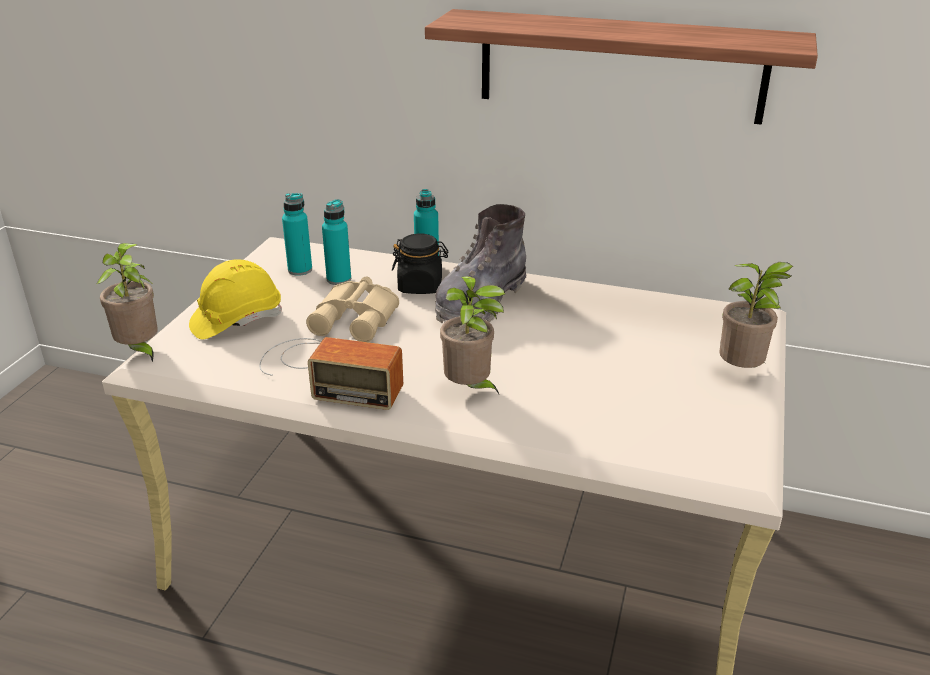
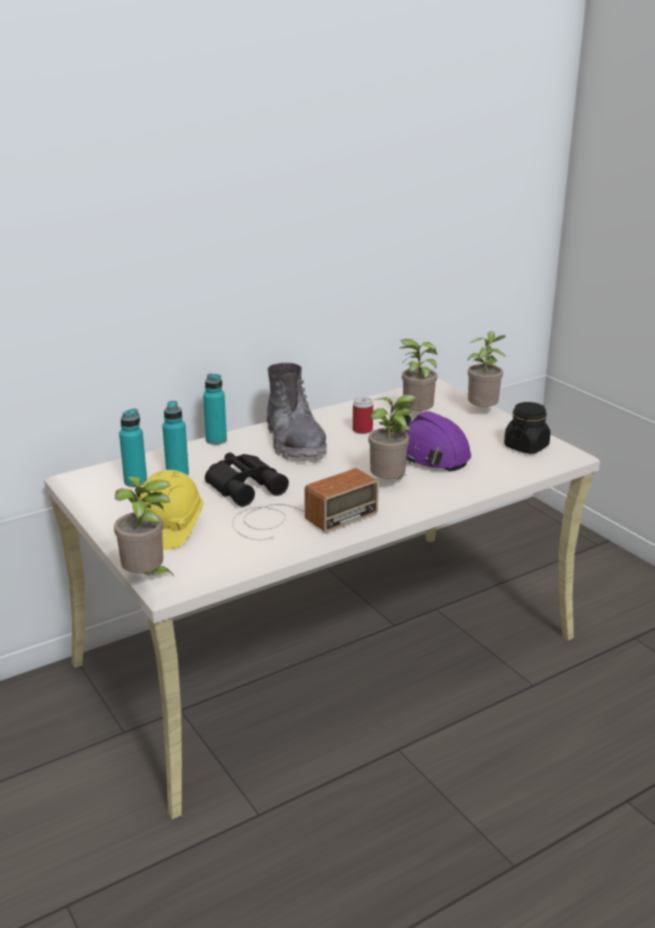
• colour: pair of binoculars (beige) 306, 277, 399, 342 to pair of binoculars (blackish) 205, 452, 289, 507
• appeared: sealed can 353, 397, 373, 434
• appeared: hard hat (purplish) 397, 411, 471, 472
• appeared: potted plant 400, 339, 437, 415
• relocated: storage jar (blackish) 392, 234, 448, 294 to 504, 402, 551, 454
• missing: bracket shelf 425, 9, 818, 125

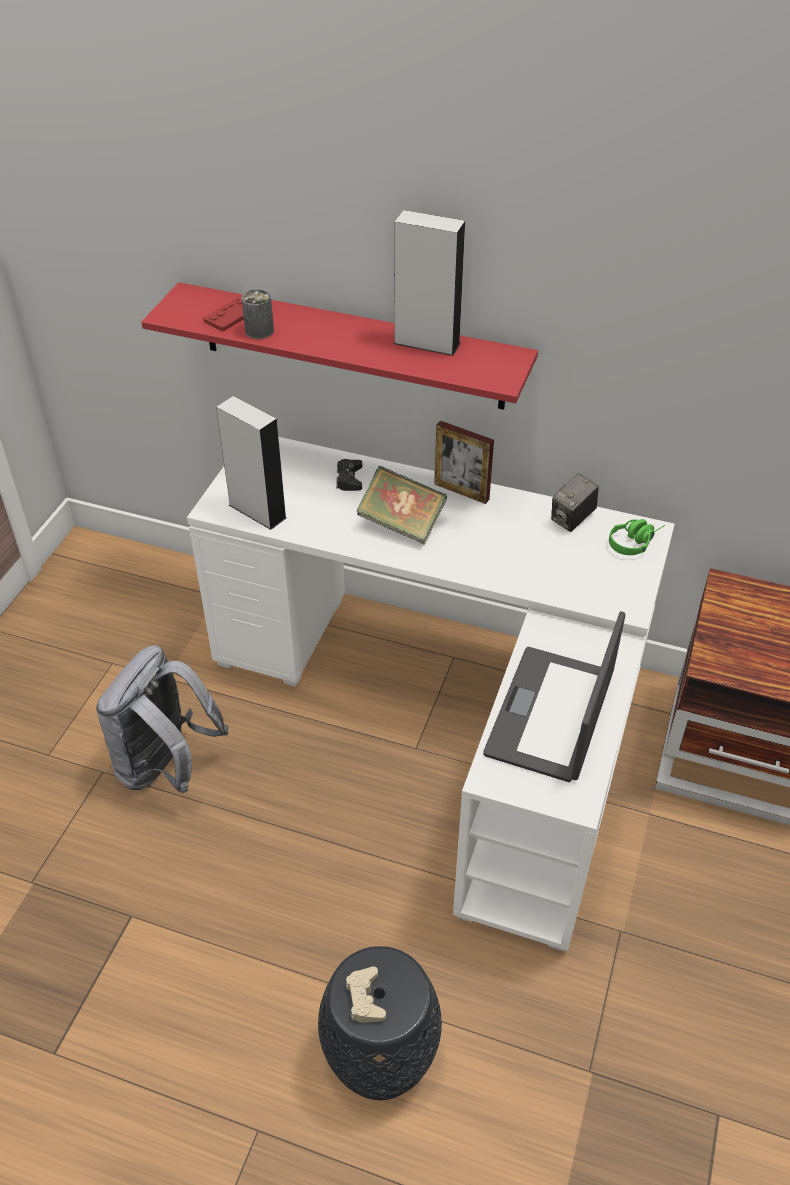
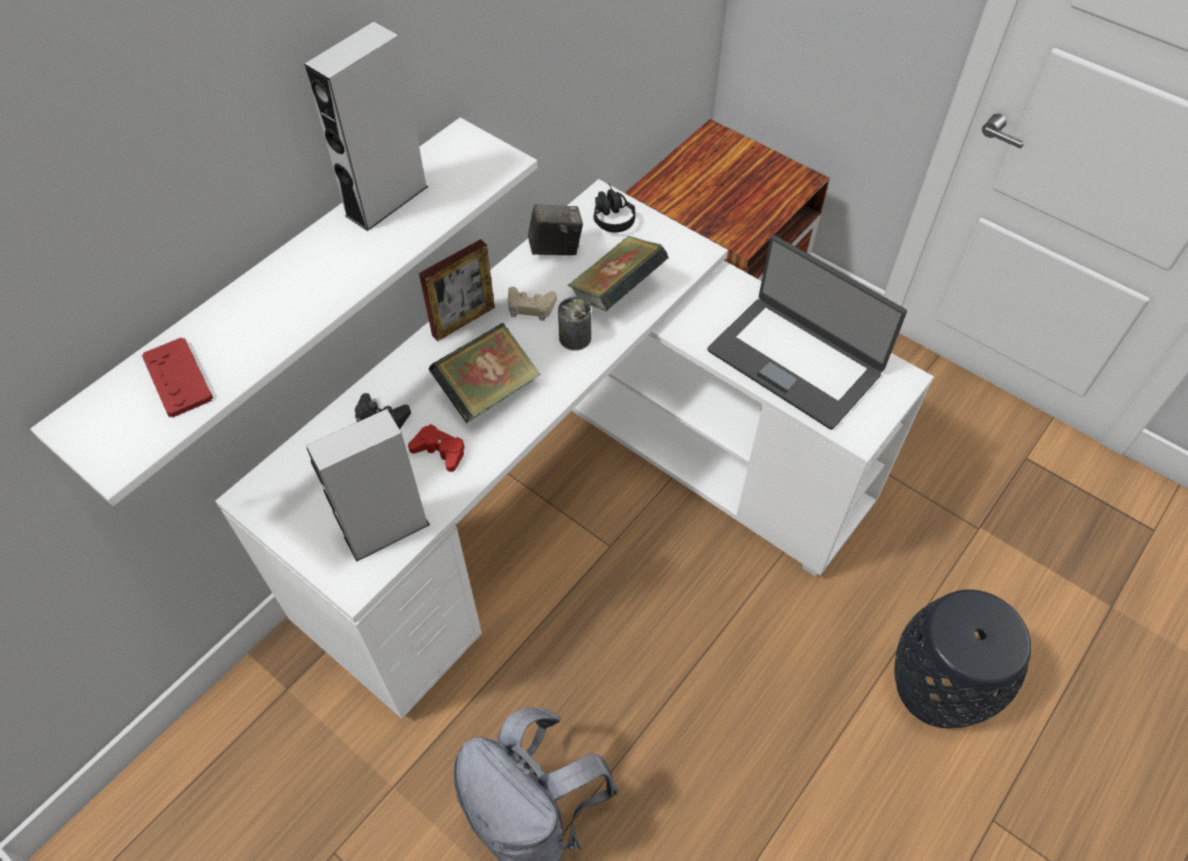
• colour: bracket shelf (red) 141, 282, 538, 410 to bracket shelf (white-coloured) 31, 118, 538, 506
• appeared: joypad (red) 408, 424, 465, 472
• relocated: joypad (beige) 346, 966, 386, 1023 to 508, 287, 557, 321
• spun: photo camera 551, 473, 599, 532 = 528, 204, 583, 255 75 degrees counterclockwise
• relocated: sealed can 242, 289, 274, 339 to 558, 297, 591, 351
• appeared: volume 568, 236, 669, 311
• colour: headphones (greenish) 609, 519, 665, 555 to headphones (blackish) 593, 183, 636, 233

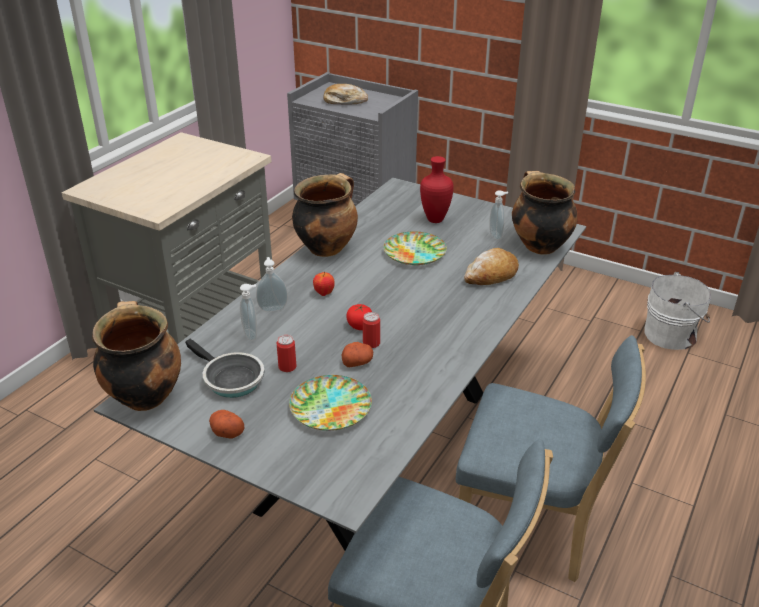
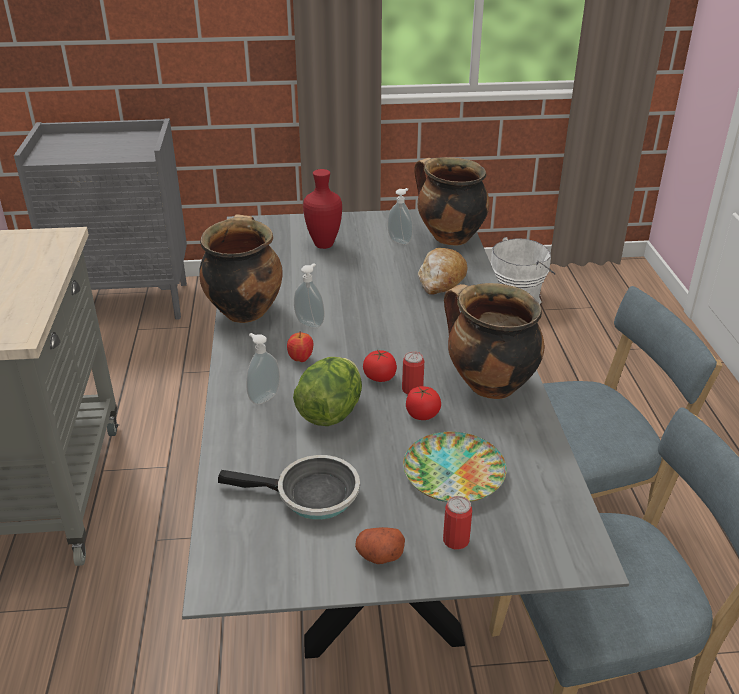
• appeared: head of lettuce 293, 357, 362, 426
• relocated: liquid soap bottle 240, 284, 257, 341 to 294, 263, 324, 328
• exchanged: potato 341, 342, 373, 367 to fresh tomato 406, 386, 441, 420
• relocated: sealed can 277, 335, 297, 372 to 443, 496, 472, 550
• relocated: cooking pot 92, 301, 181, 411 to 444, 283, 544, 399
• missing: bakery bread 323, 84, 368, 104
• missing: plate 384, 231, 447, 265

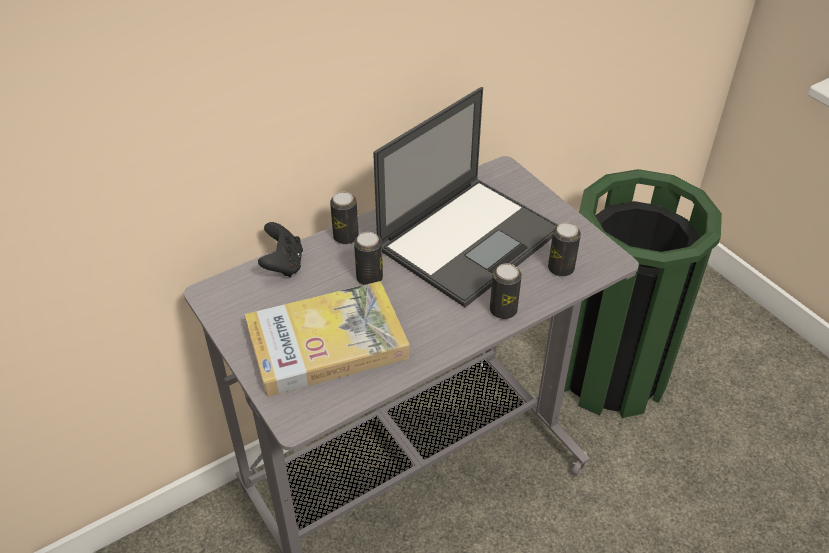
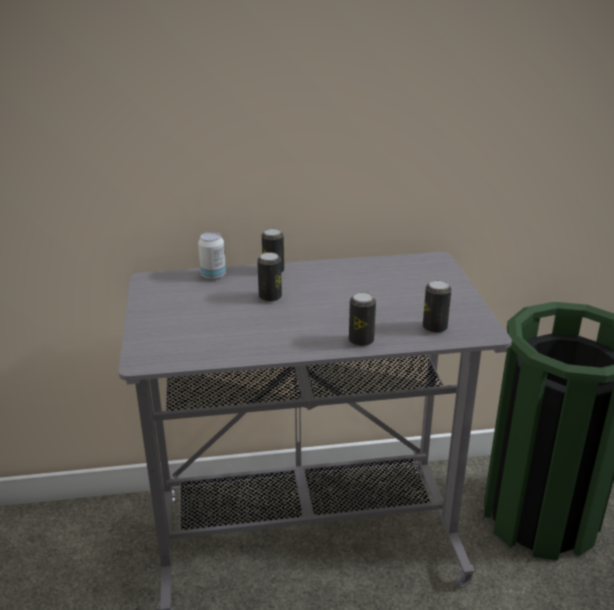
• exchanged: joypad (blackish) 258, 222, 303, 277 to sealed can 198, 232, 226, 280
• missing: volume 245, 281, 410, 397
• missing: laptop 373, 87, 558, 307

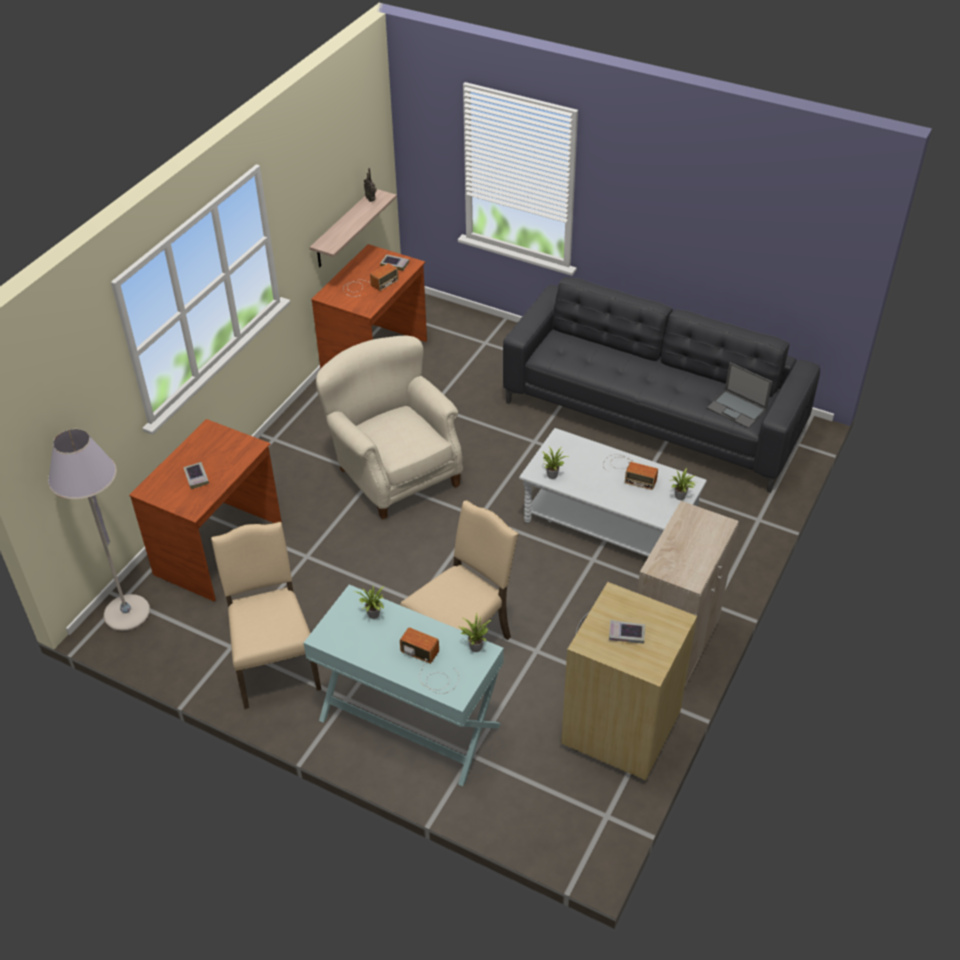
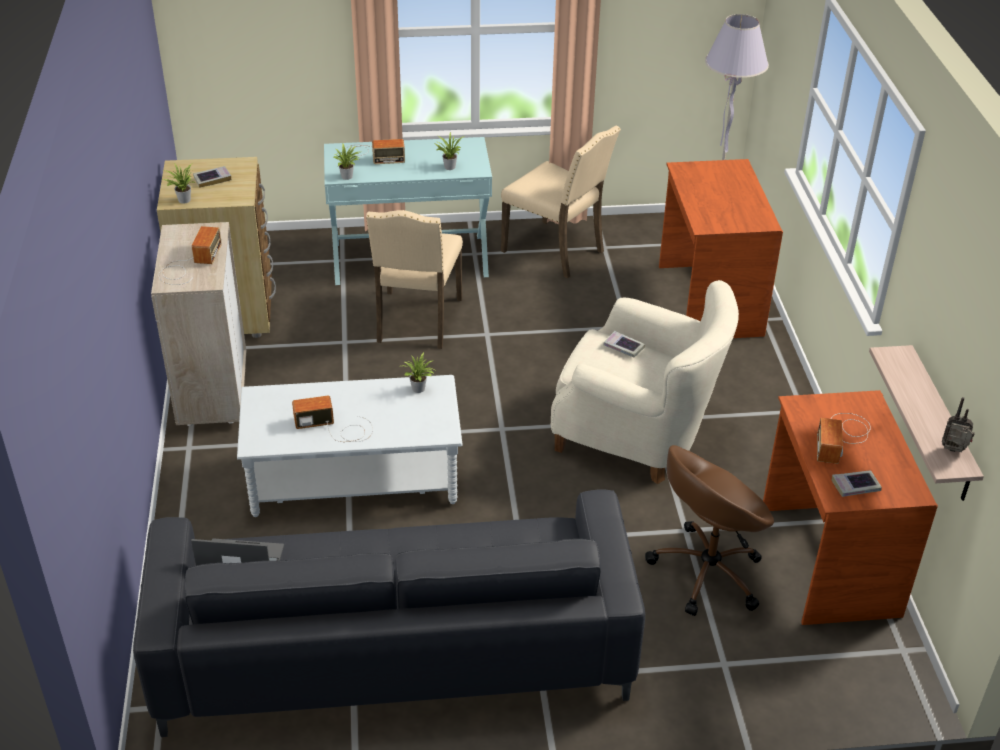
• appeared: radio receiver 159, 226, 222, 285
• relocated: potted plant 669, 468, 696, 500 to 163, 163, 195, 204
• relocated: volume 183, 462, 209, 489 to 604, 331, 645, 358
• appeared: computer chair (brown) 645, 445, 774, 616

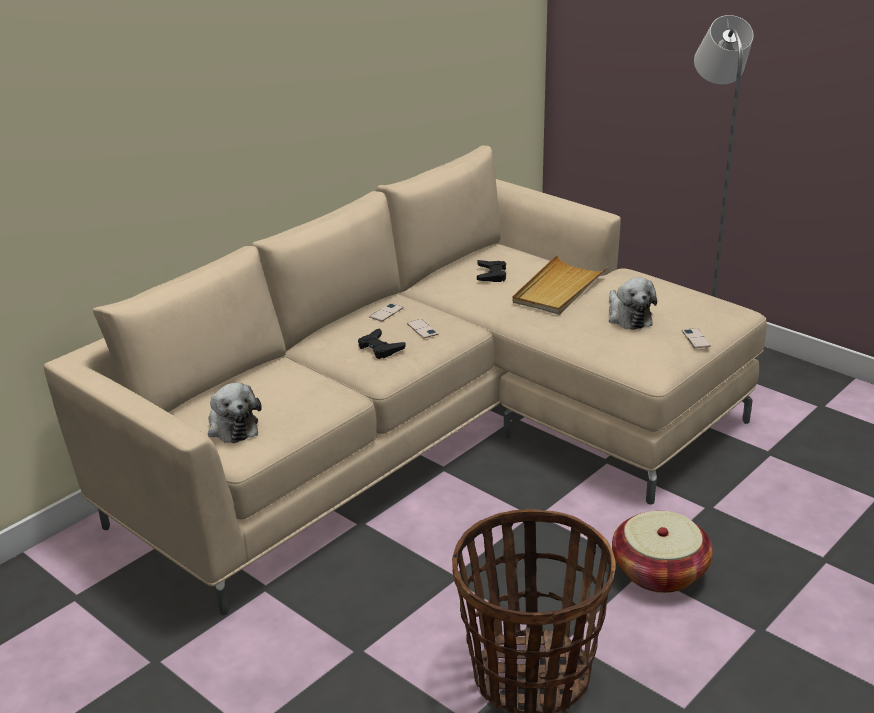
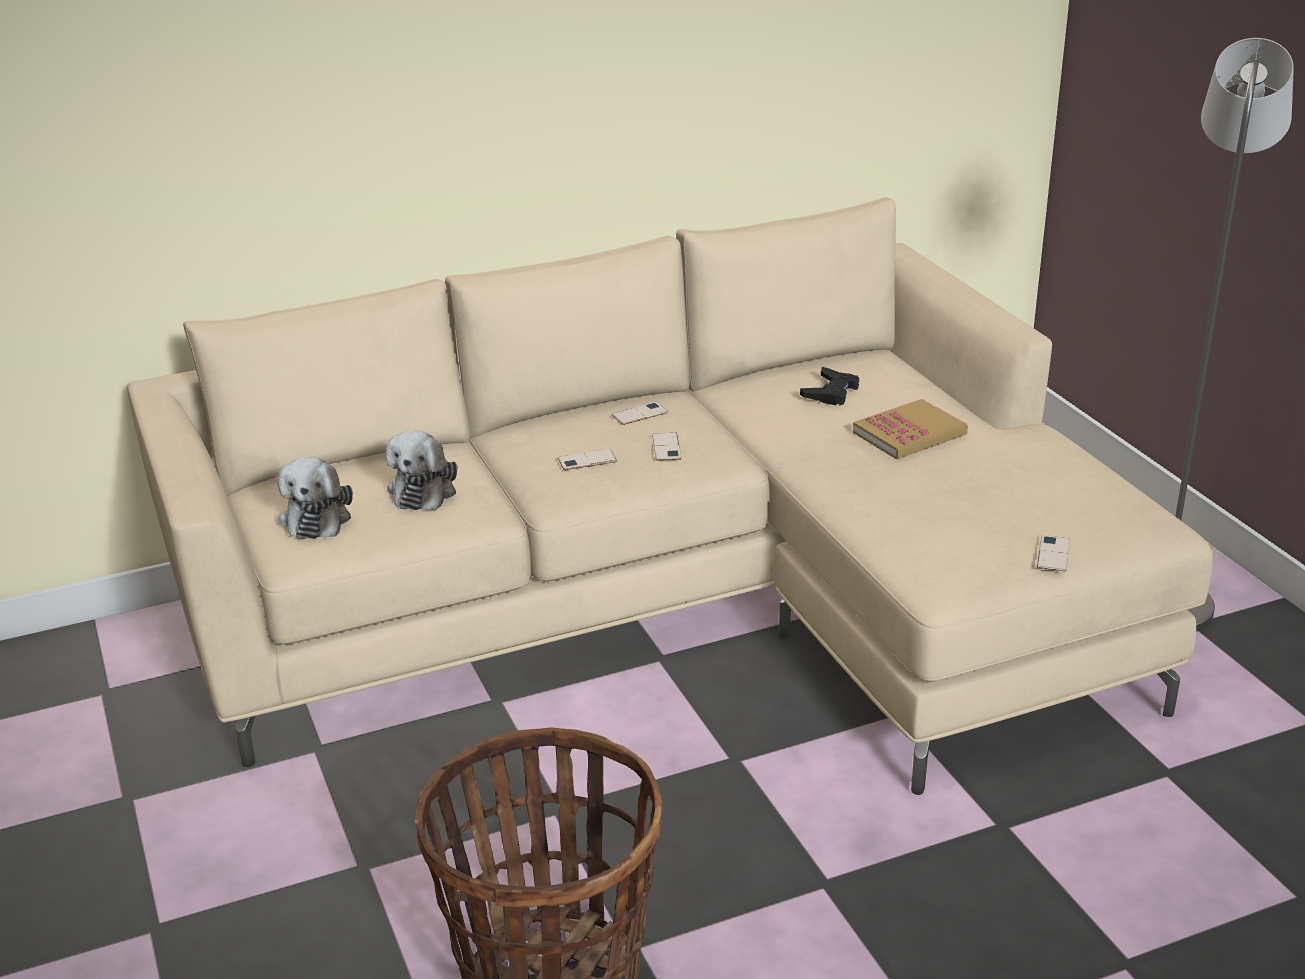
• relocated: plush toy 609, 278, 657, 330 to 386, 430, 457, 510
• exchanged: joypad (blackish) 358, 328, 406, 359 to handset 558, 449, 617, 470
• exchanged: carrying tray (beige) 512, 255, 608, 315 to volume 853, 399, 968, 459
• missing: storage basket 612, 511, 713, 593

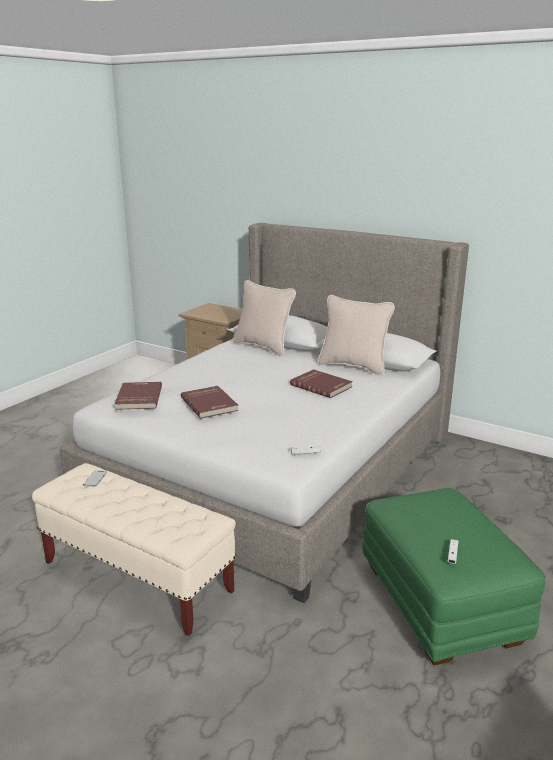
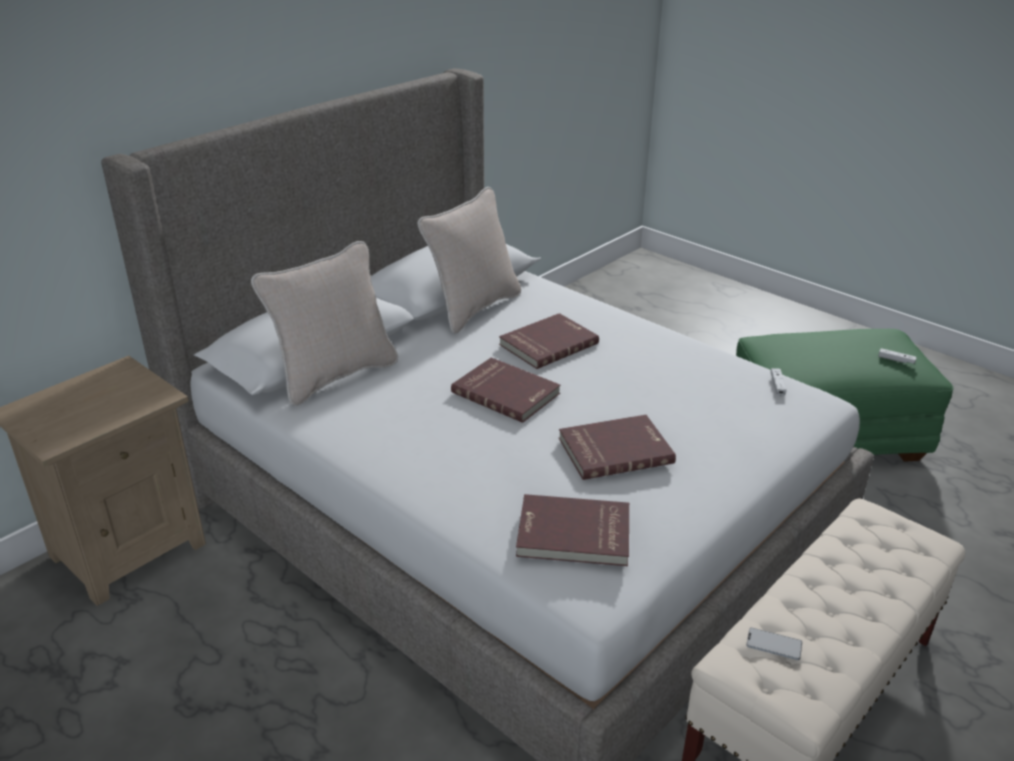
• appeared: volume (red) 451, 357, 561, 423

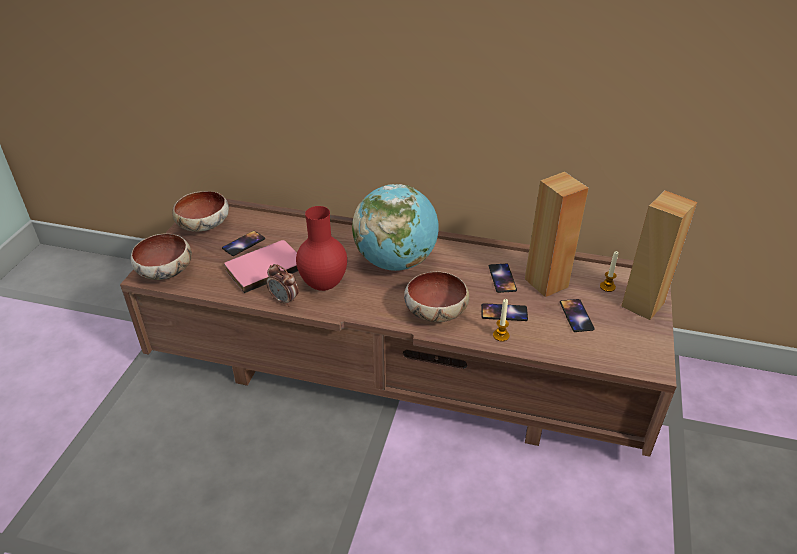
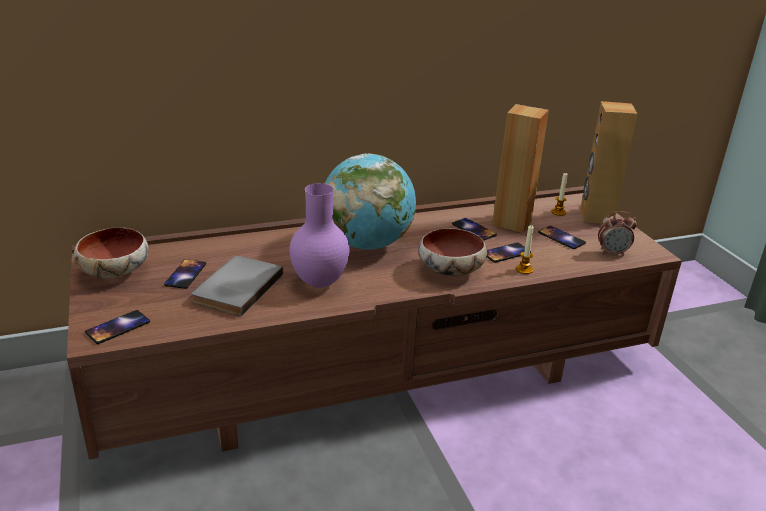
• exchanged: bowl 130, 233, 192, 280 to handset 85, 310, 150, 344
• colour: volume (pink) 224, 240, 298, 293 to volume (grey) 191, 256, 283, 316
• colour: decorative vase (red) 296, 206, 347, 291 to decorative vase (purplish) 289, 183, 349, 288
• relocated: alarm clock 266, 264, 299, 307 to 598, 211, 637, 256

